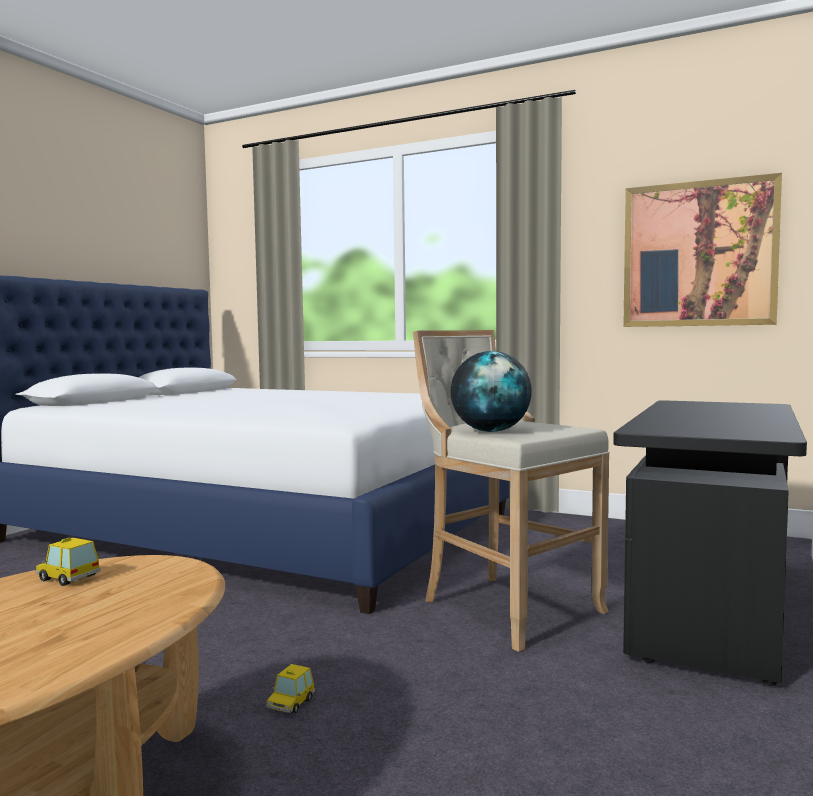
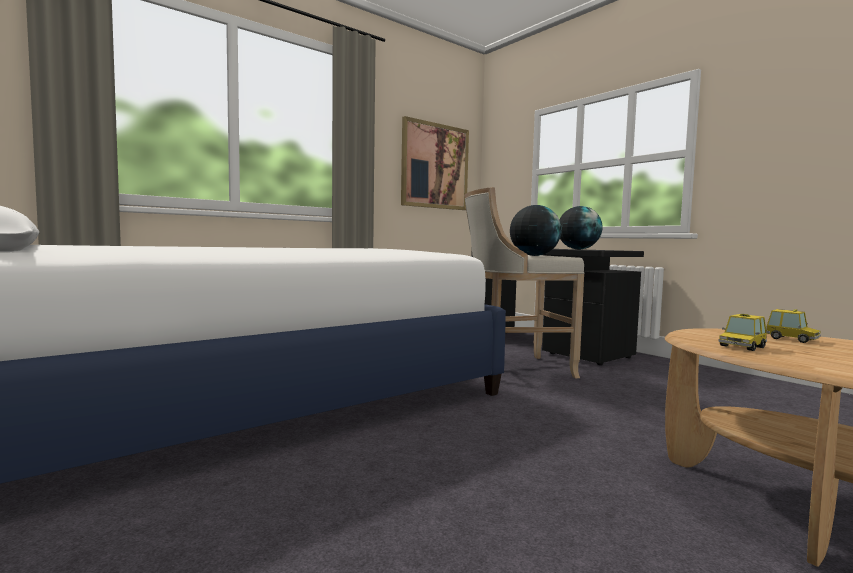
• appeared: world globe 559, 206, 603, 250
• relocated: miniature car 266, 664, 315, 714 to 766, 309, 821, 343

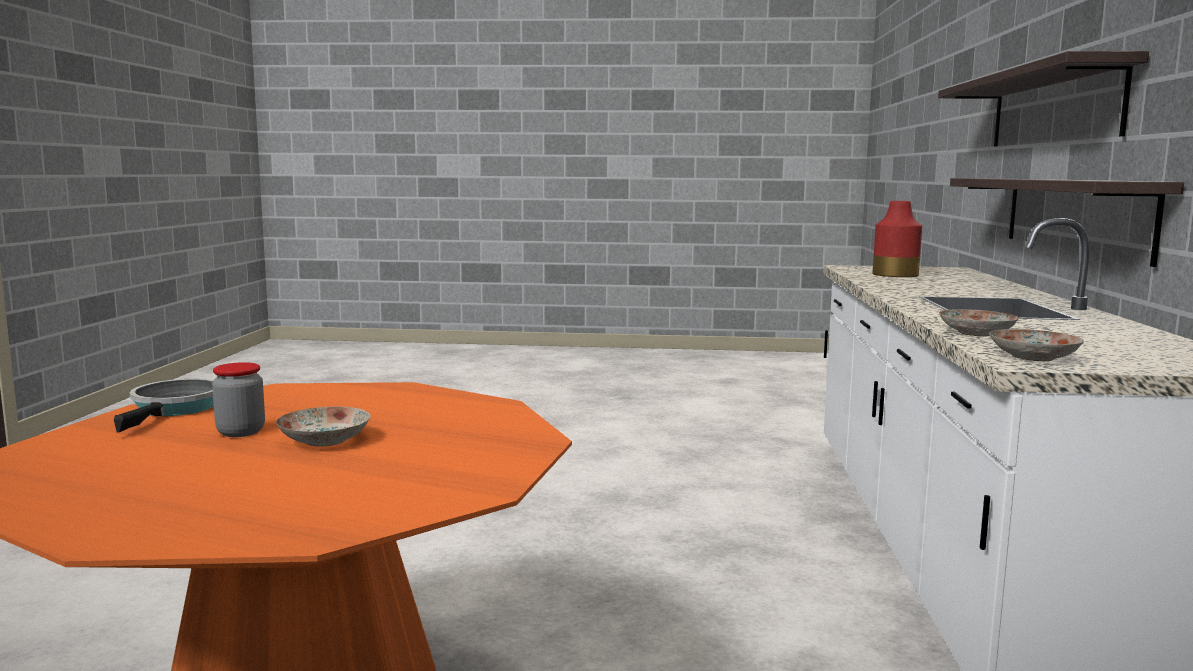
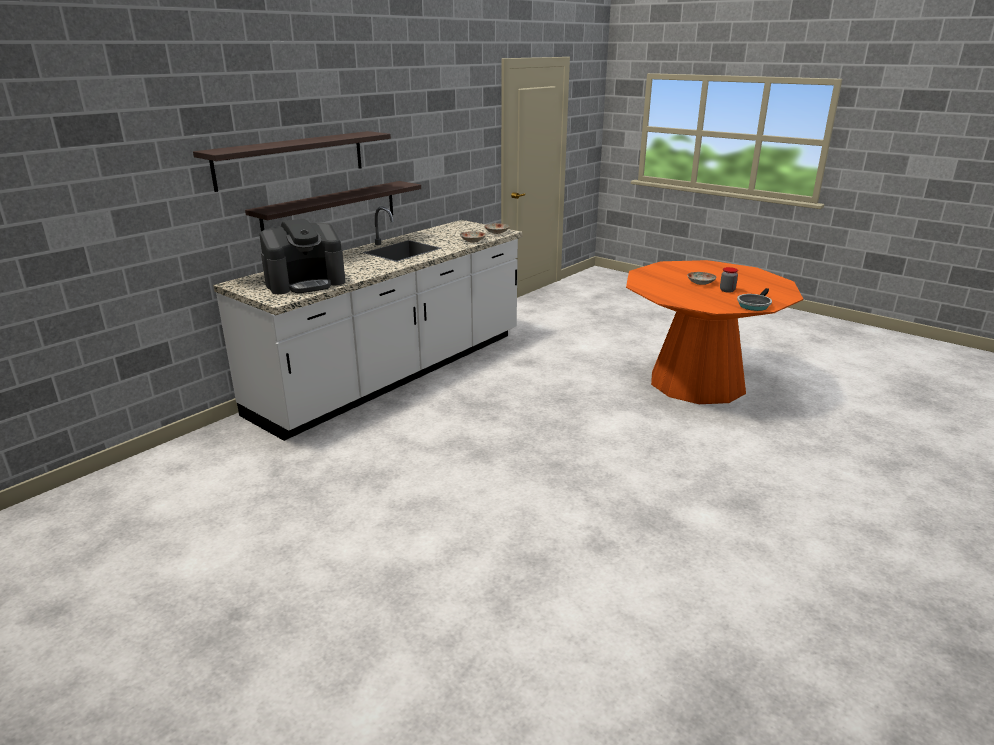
• exchanged: decorative vase (red) 872, 201, 922, 277 to coffee machine 259, 219, 345, 294

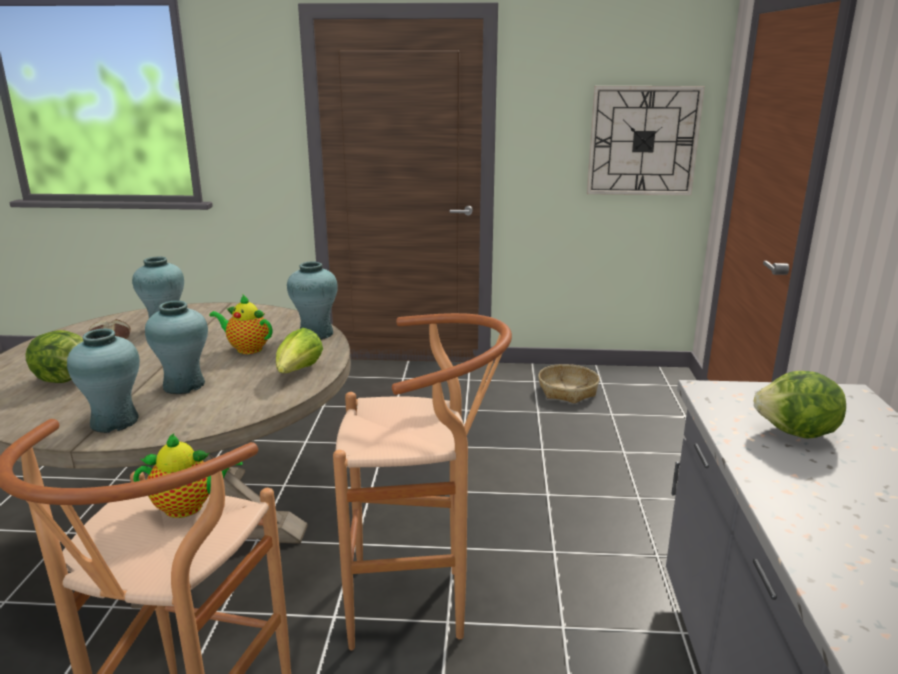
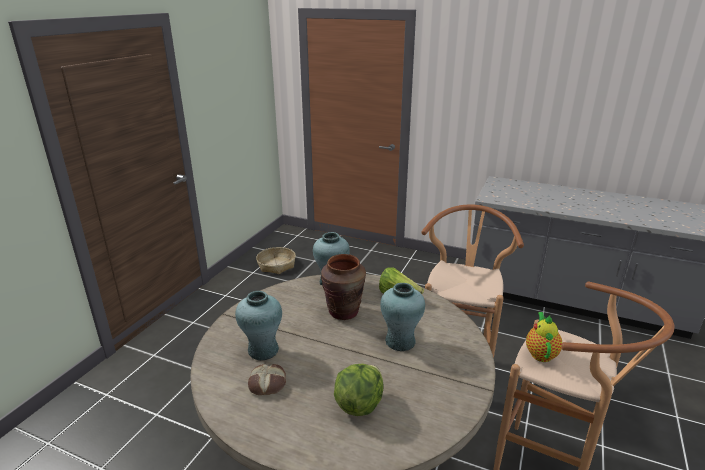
• exchanged: pot for tea 209, 294, 272, 354 to decorative vase (brown) 321, 254, 366, 320
• missing: decorative vase (blue-green) 67, 329, 140, 433
• missing: hanging clock 587, 86, 705, 195
• missing: head of lettuce 754, 371, 846, 439

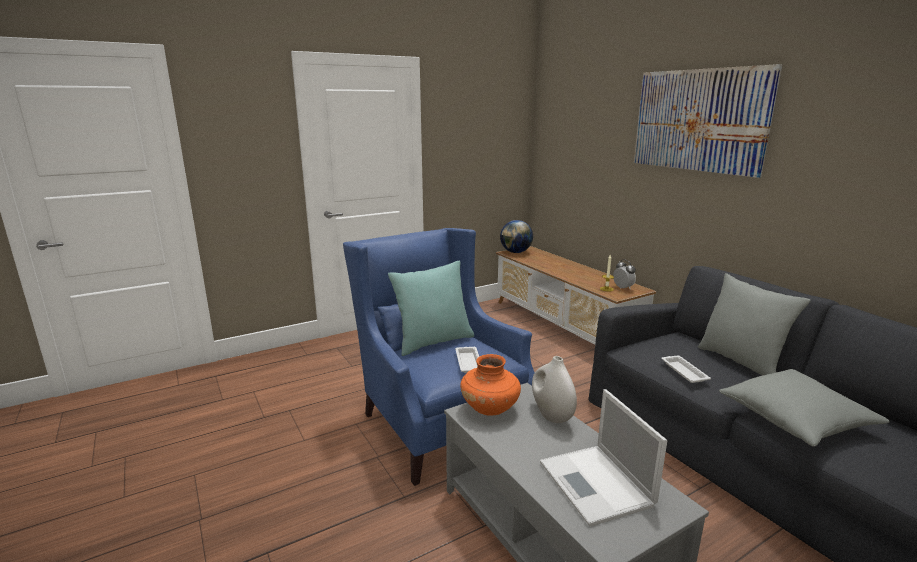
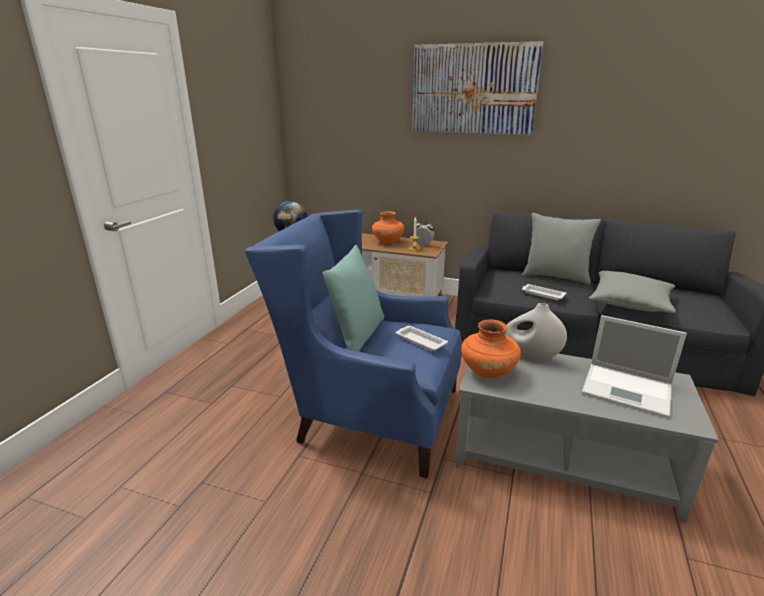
• appeared: decorative vase (orange-coloured) 372, 211, 404, 243

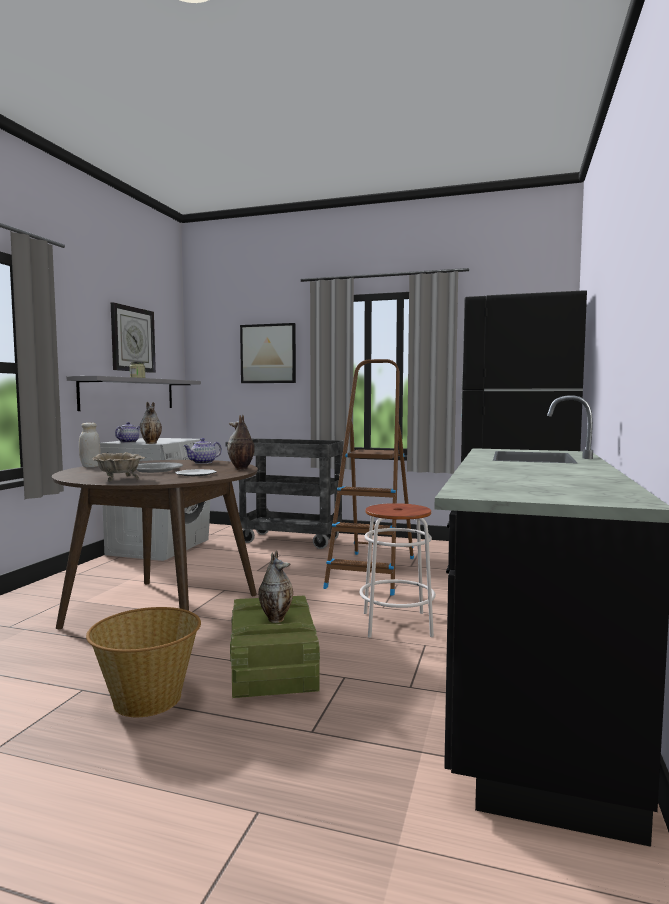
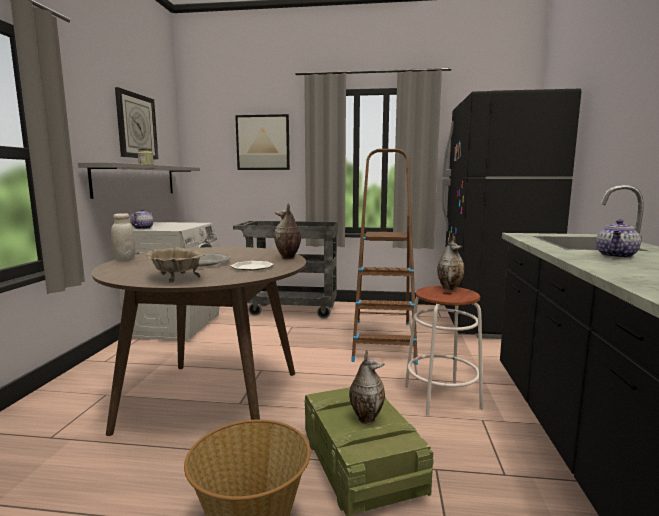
• relocated: decorative vase 140, 402, 162, 444 to 437, 236, 464, 291
• relocated: pot for tea 184, 438, 222, 464 to 596, 219, 641, 258

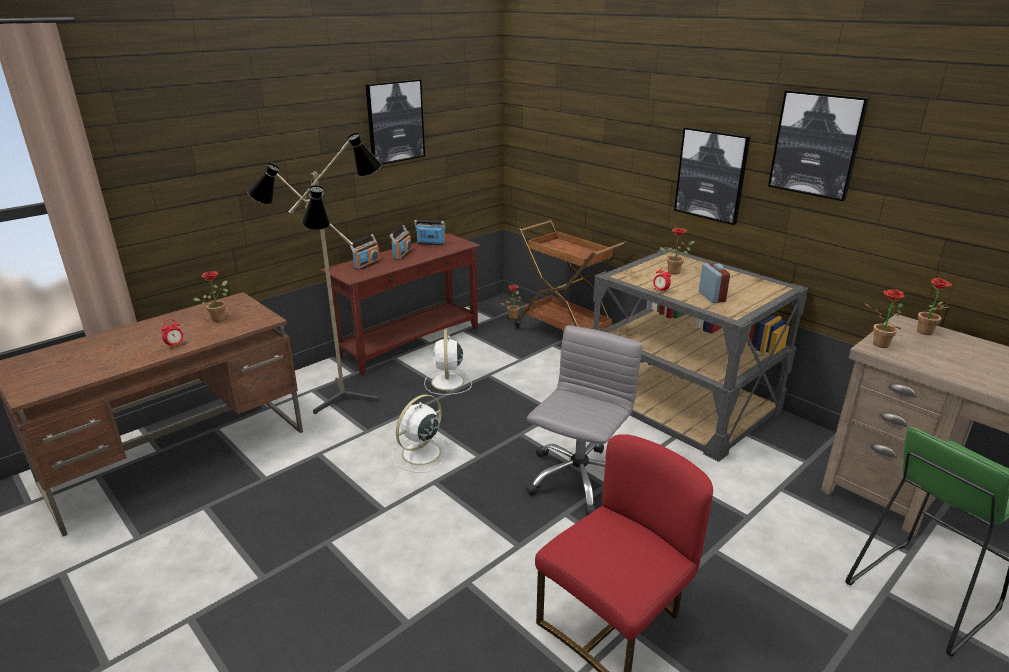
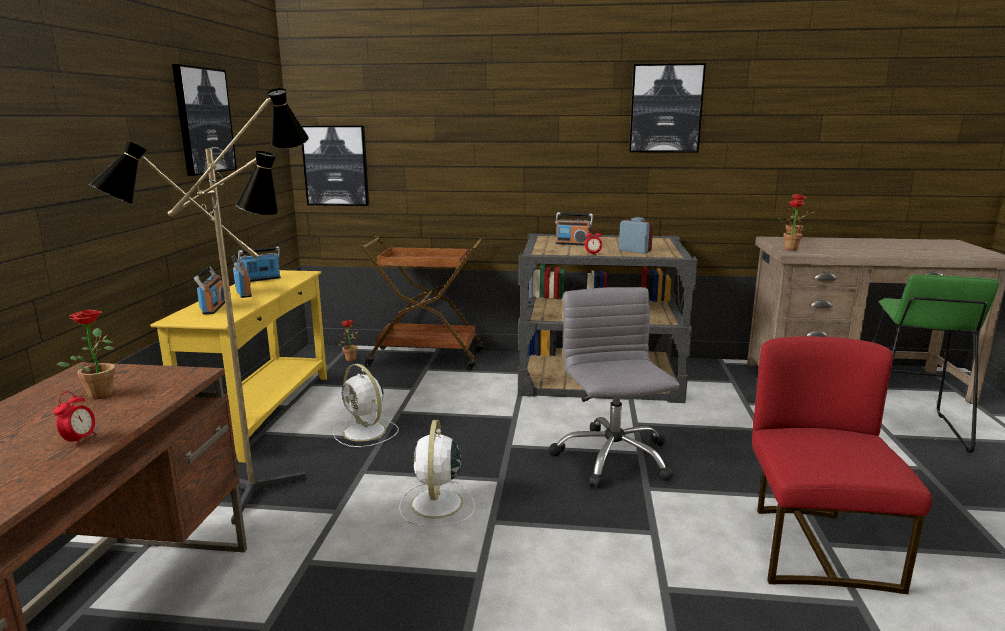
• colour: hall table (brown) 321, 233, 480, 376 to hall table (yellow) 150, 270, 327, 463
• relocated: wall picture 674, 127, 750, 225 to 302, 126, 369, 206
• exchanged: potted plant 660, 228, 694, 275 to radio receiver 555, 212, 593, 246

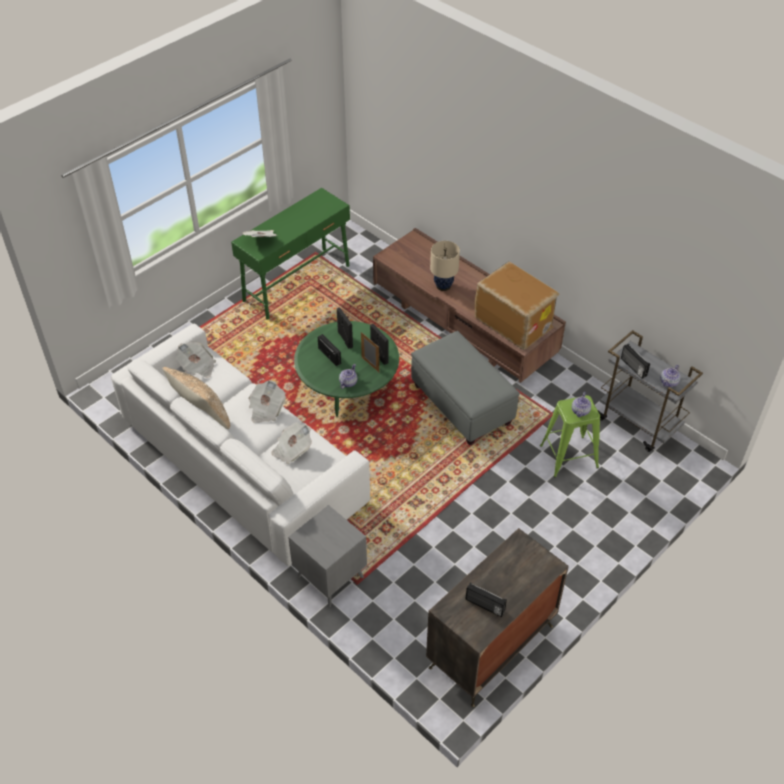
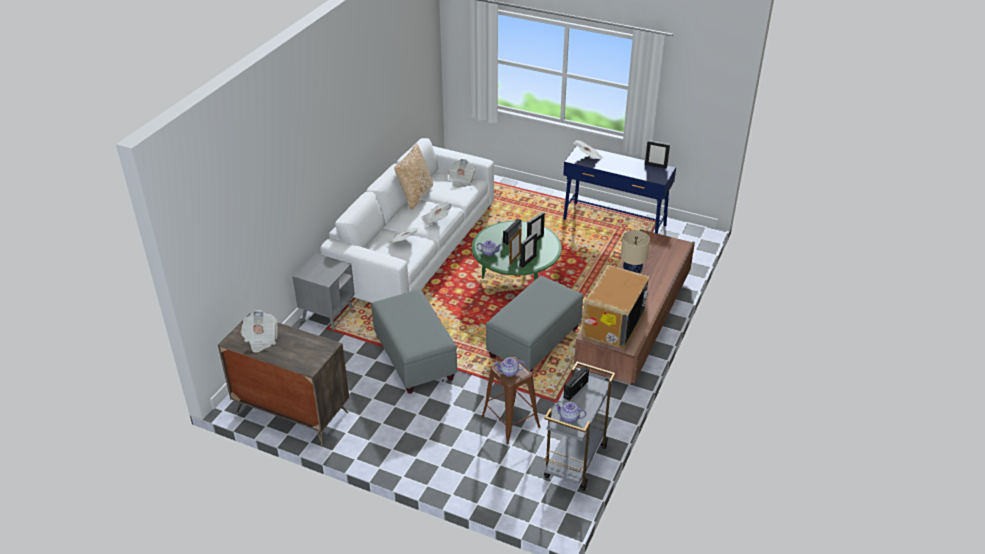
• exchanged: radio receiver 466, 582, 507, 617 to printed paper 241, 310, 278, 353
• appeared: footrest (grey) 371, 290, 457, 394
• colour: stool seat (greenish) 540, 395, 600, 478 to stool seat (brown) 481, 357, 541, 444
• colour: hall table (greenish) 231, 188, 350, 320 to hall table (blue-coloured) 563, 146, 676, 234
• appeared: photo frame 645, 140, 670, 169

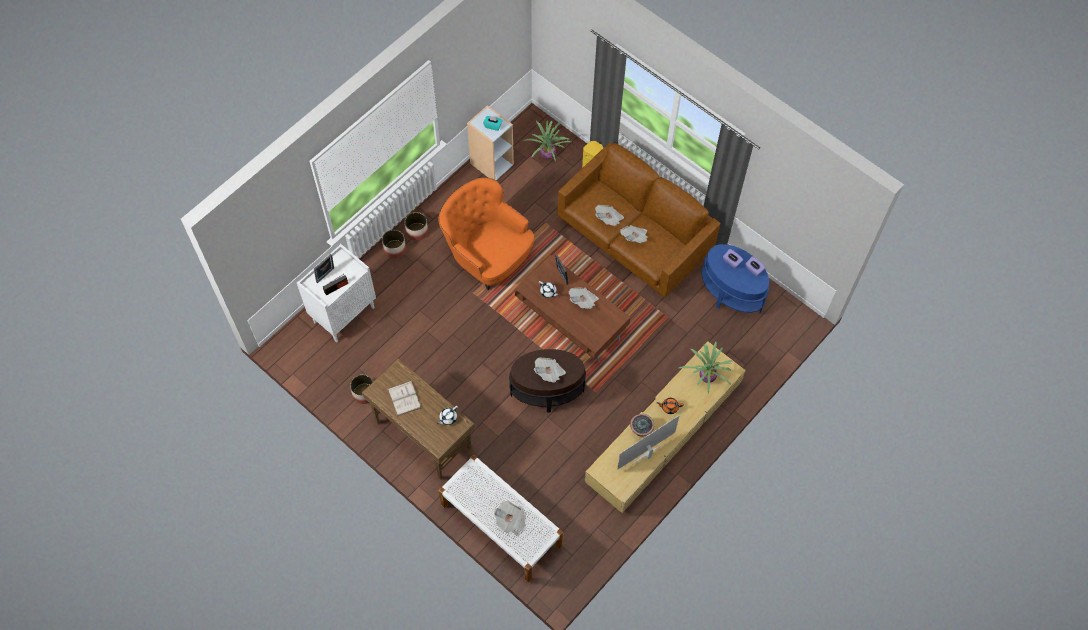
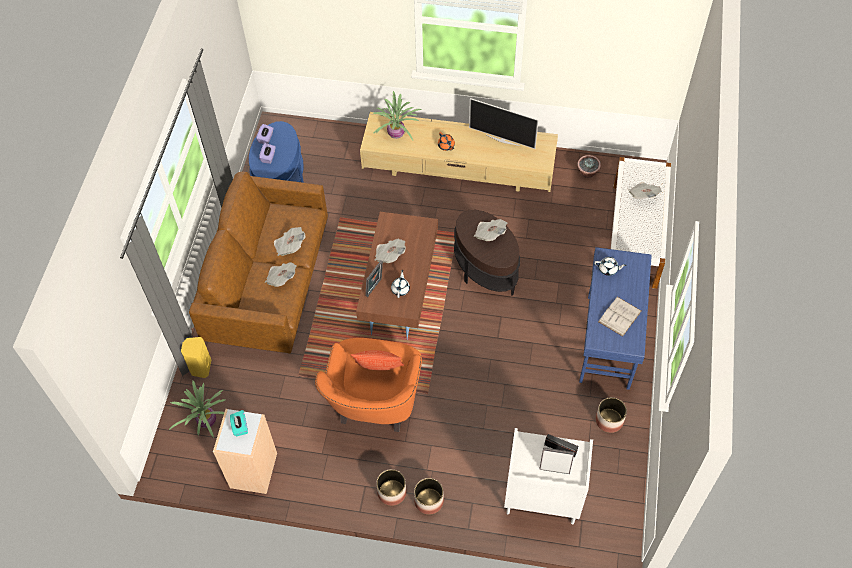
• appeared: throw pillow (orange-coloured) 351, 350, 404, 371
• relocated: potted plant 630, 414, 654, 437 to 577, 155, 601, 178
• colour: hall table (brown) 362, 359, 475, 480 to hall table (blue-coloured) 579, 247, 652, 390

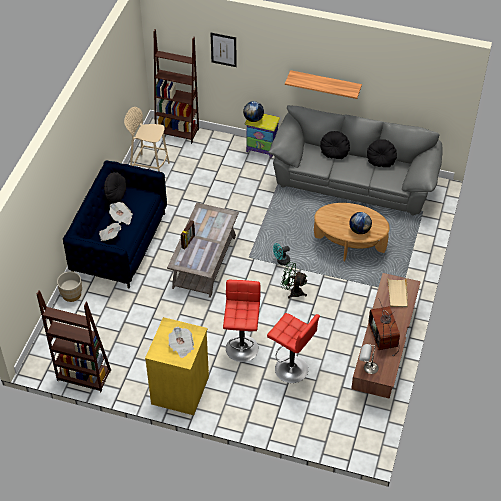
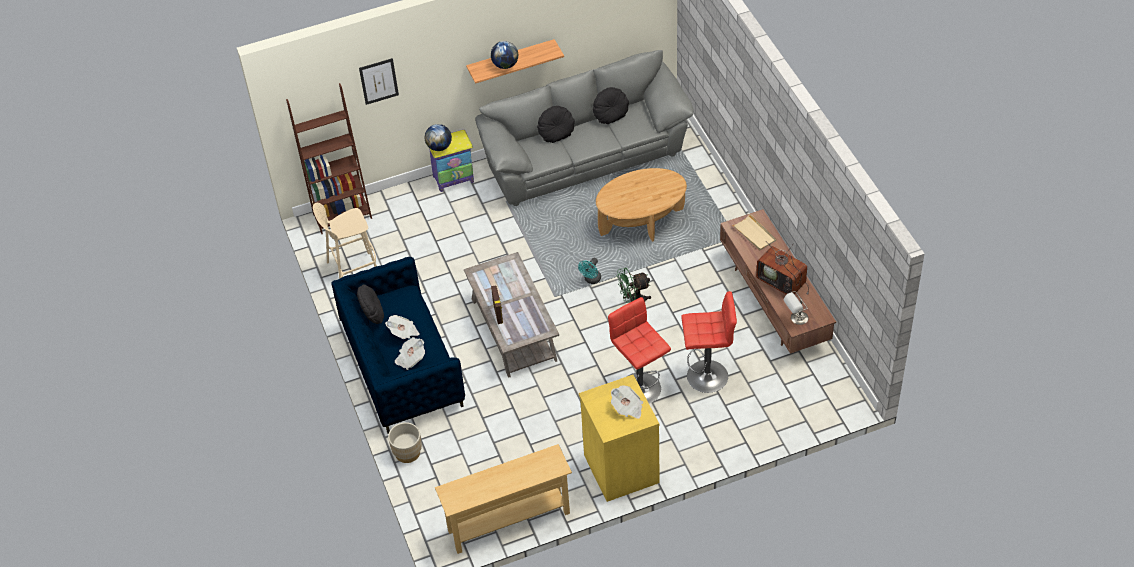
• exchanged: bookshelf (brown) 37, 290, 111, 392 to hall table (beige) 435, 444, 572, 554
• relocated: world globe 349, 212, 372, 234 to 491, 41, 518, 69

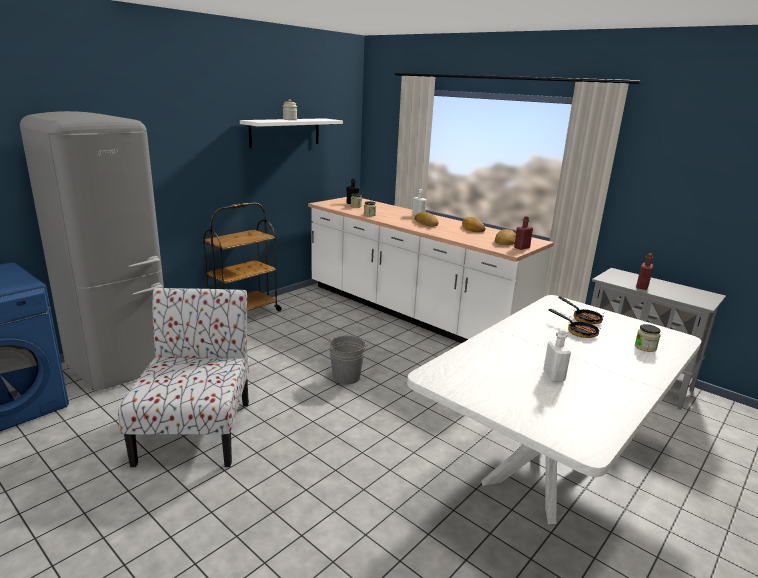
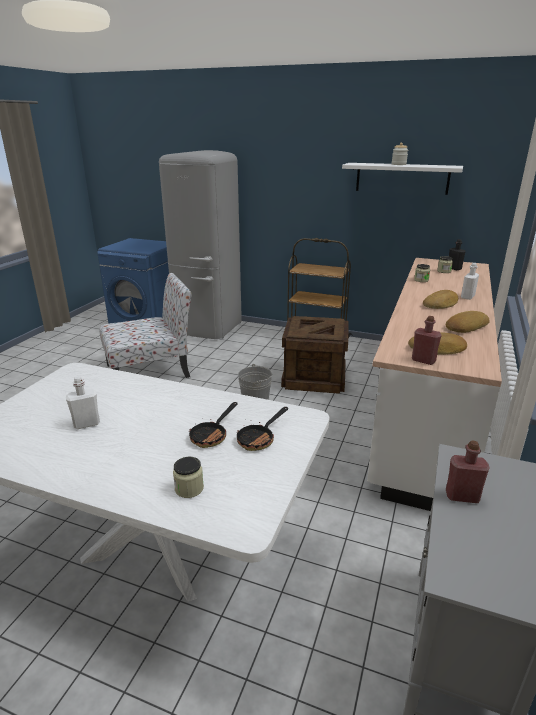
• appeared: crate 281, 316, 349, 394

